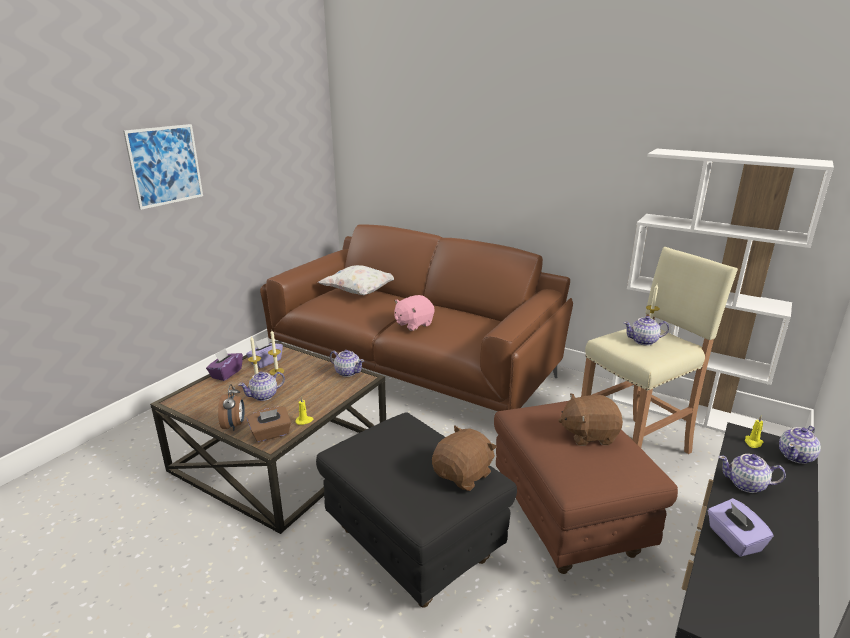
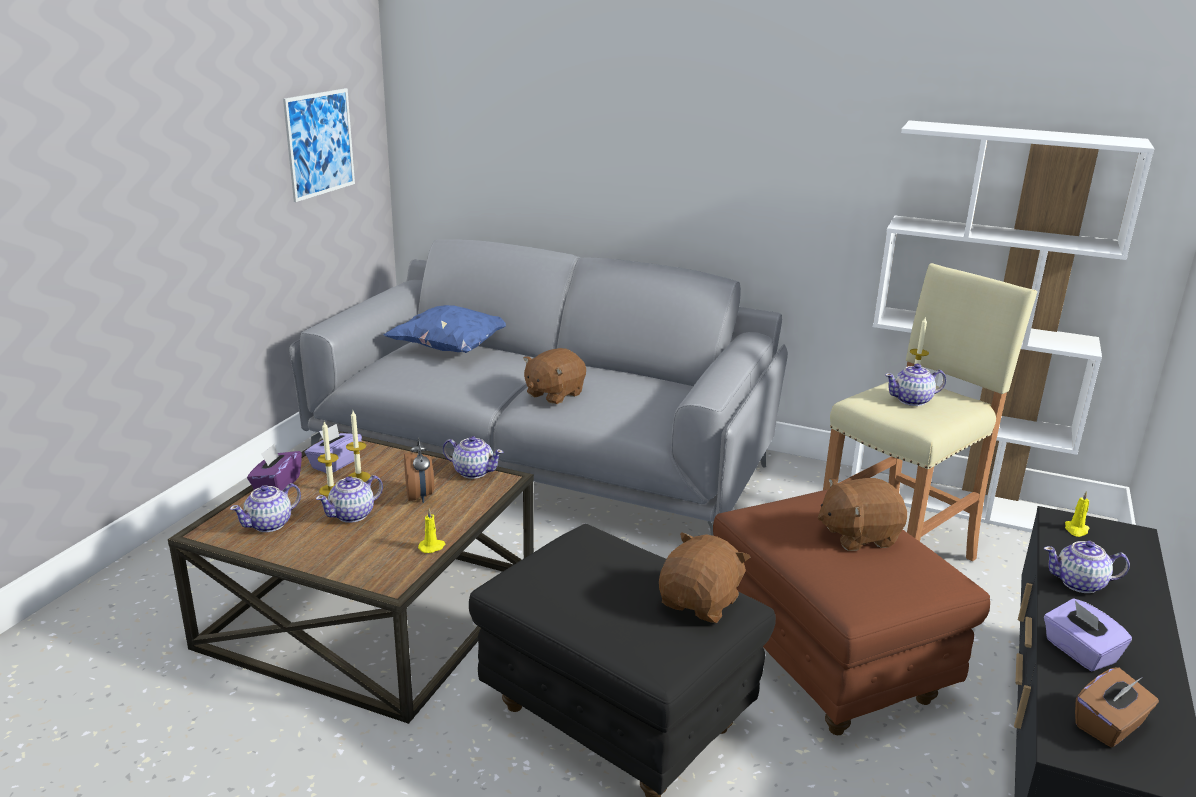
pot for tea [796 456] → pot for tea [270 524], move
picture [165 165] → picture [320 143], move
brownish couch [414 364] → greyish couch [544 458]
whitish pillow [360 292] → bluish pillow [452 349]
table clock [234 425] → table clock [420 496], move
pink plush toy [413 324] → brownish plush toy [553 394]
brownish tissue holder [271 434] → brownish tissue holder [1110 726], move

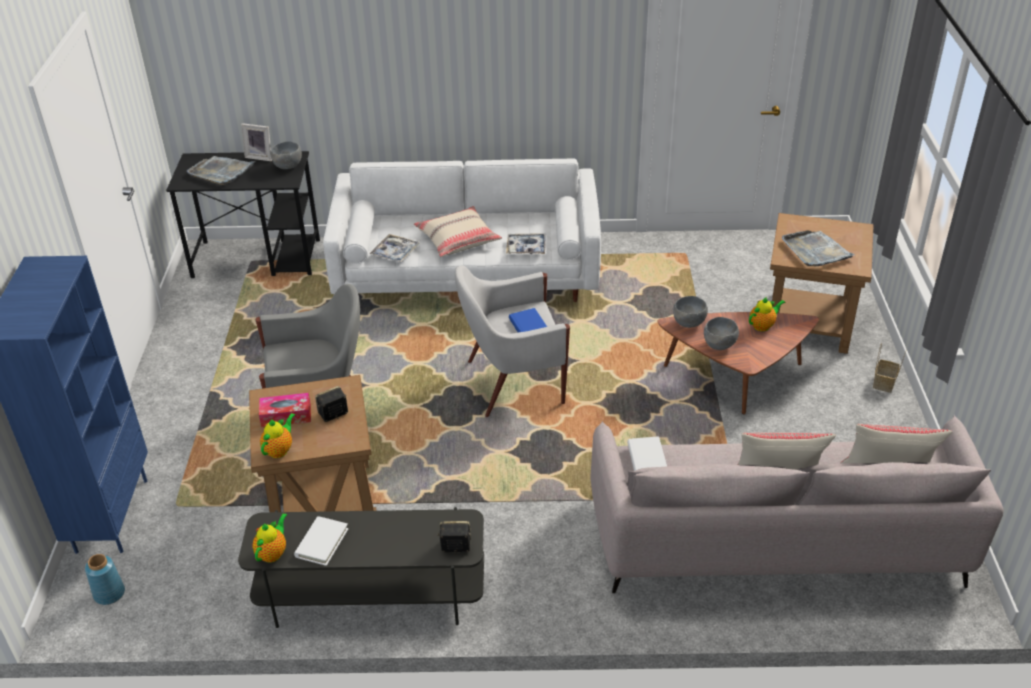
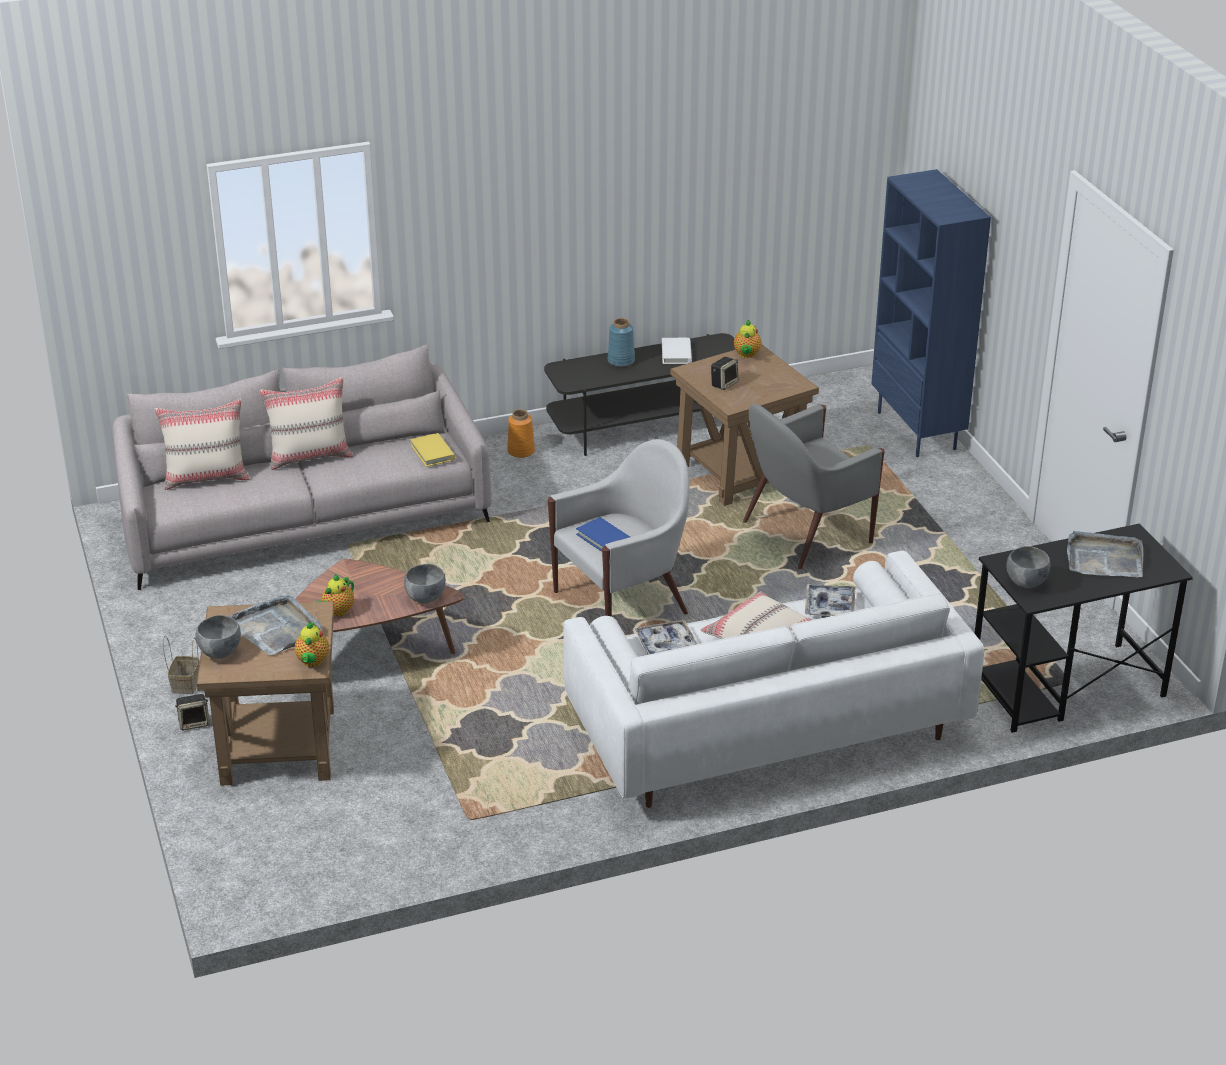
loudspeaker [455 547] → loudspeaker [194 723], move
greyish deep dish [720 345] → greyish deep dish [220 652], move
pot for tea [273 553] → pot for tea [312 662], move
whitish bound book [646 459] → yellowish bound book [432 452]
- → orange decorative vase [520 451]
bluish decorative vase [109 593] → bluish decorative vase [621 361], move
standing frame [260 156] → -
tissue holder [286 416] → -

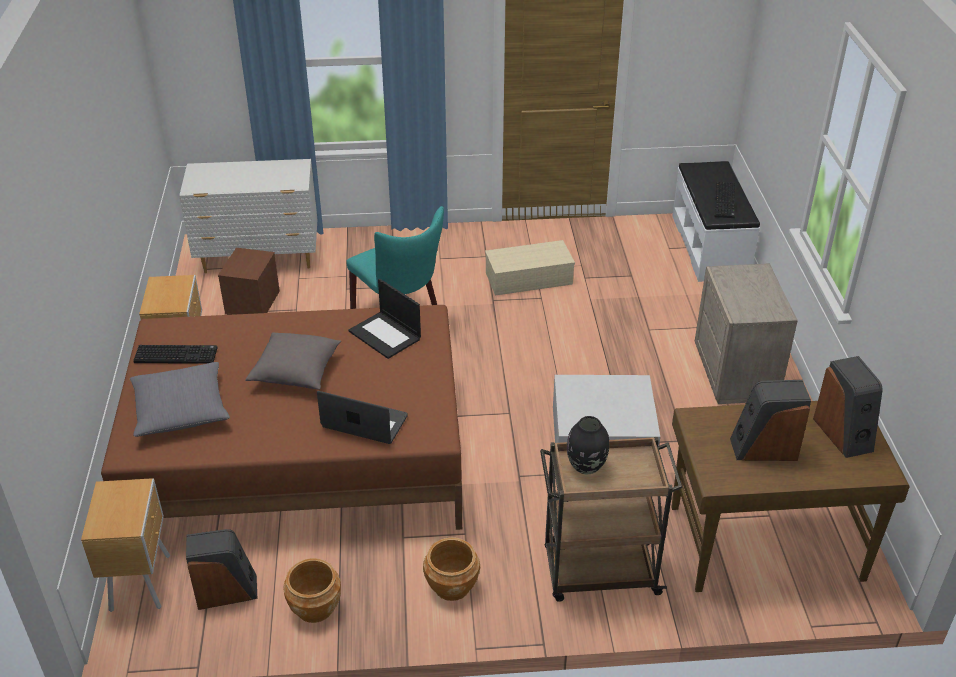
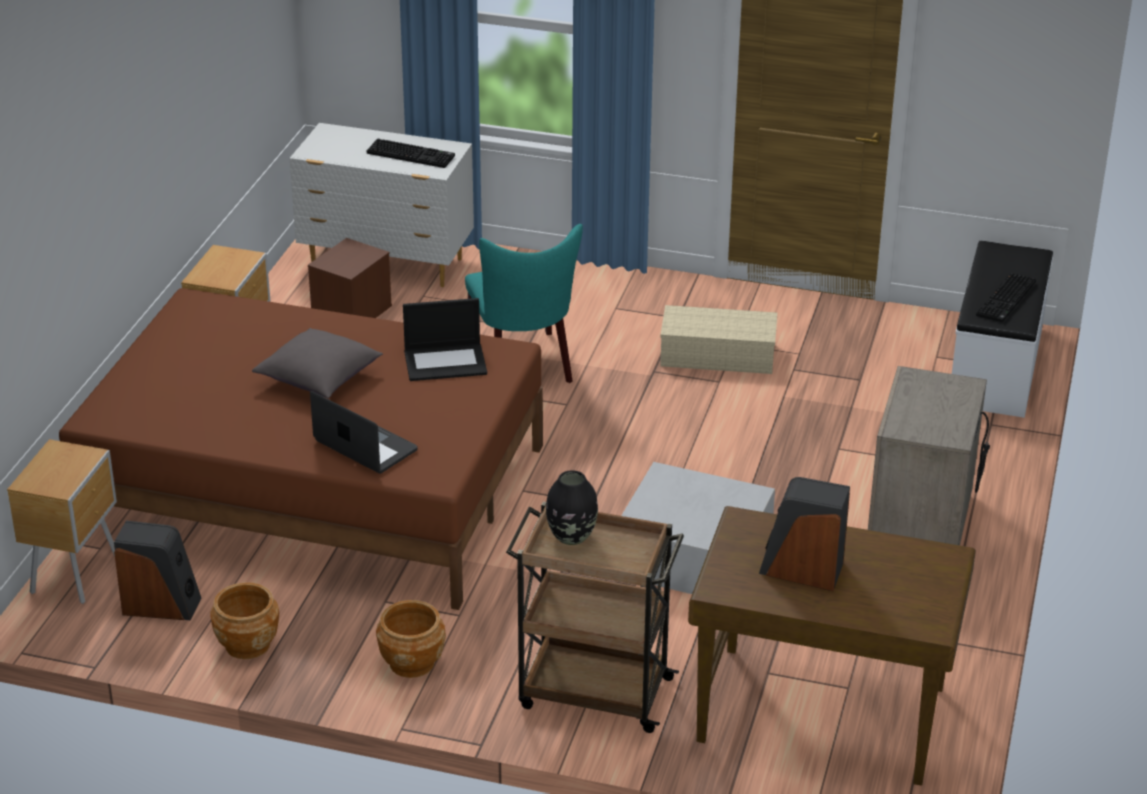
PC keyboard [177 354] → PC keyboard [412 154], move
notebook computer [386 335] → notebook computer [446 362], 75 degrees counterclockwise
greyish pillow [181 409] → -
loudspeaker [844 434] → -

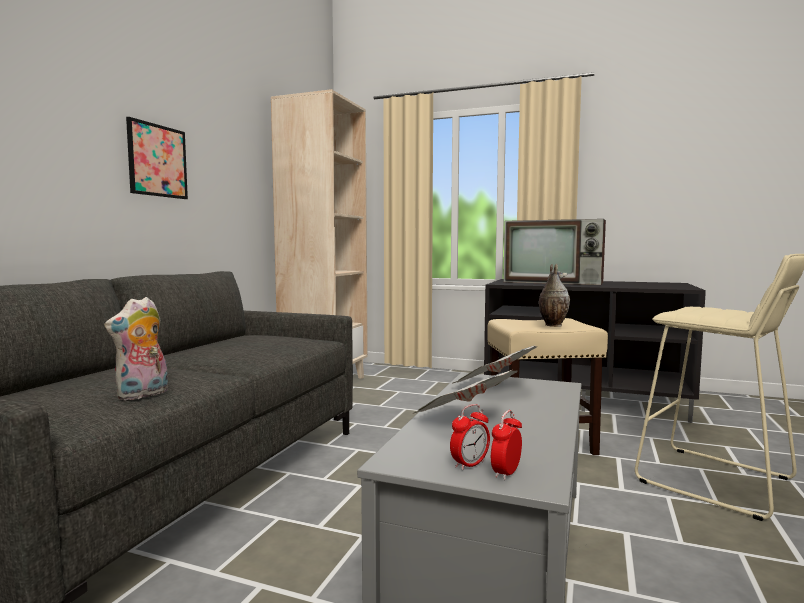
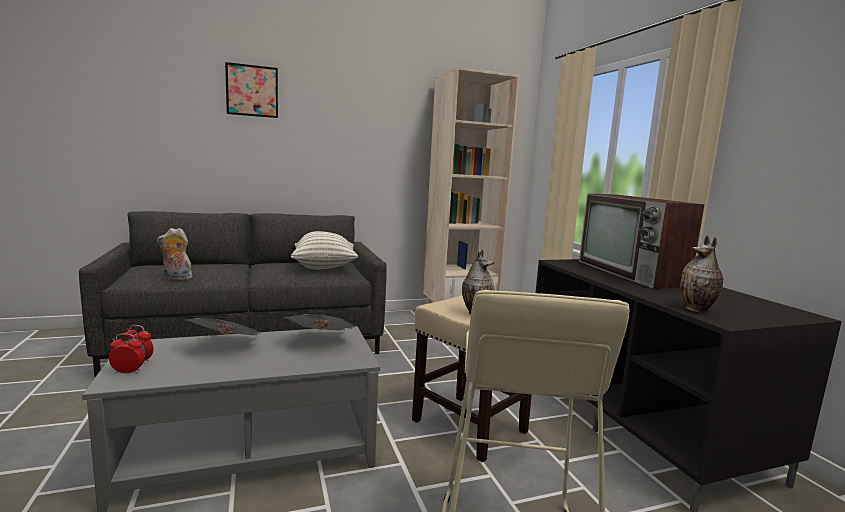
picture [157 160] → picture [252 91], move
- → pillow [324 267]
- → decorative vase [697 310]

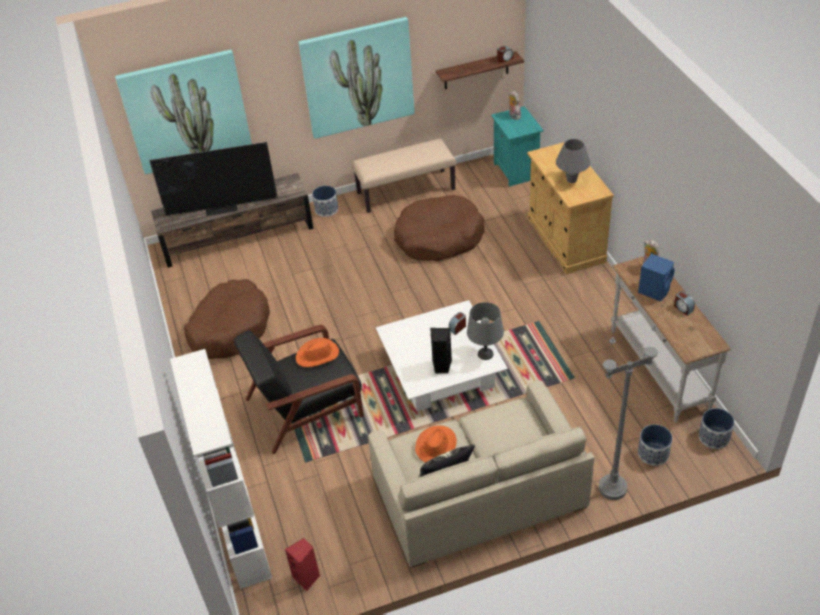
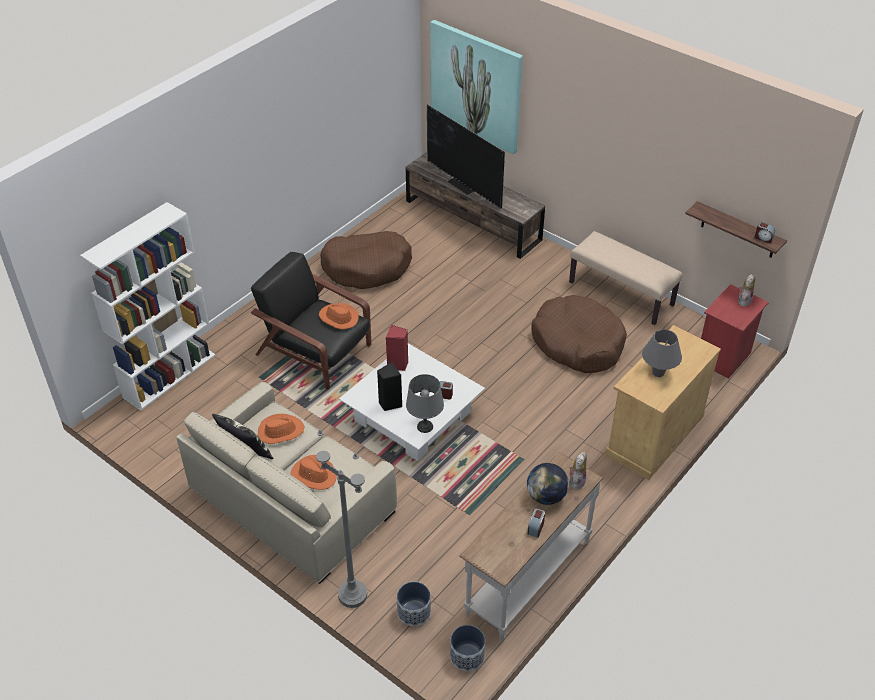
- → orange wearable hat [314 474]
reddish loudspeaker [307 578] → reddish loudspeaker [398 365], move
bluish loudspeaker [654 290] → globe [546 496]
turquoise bedside table [517 171] → reddish bedside table [724 358]
picture [357 77] → -
flower pot [326 209] → -

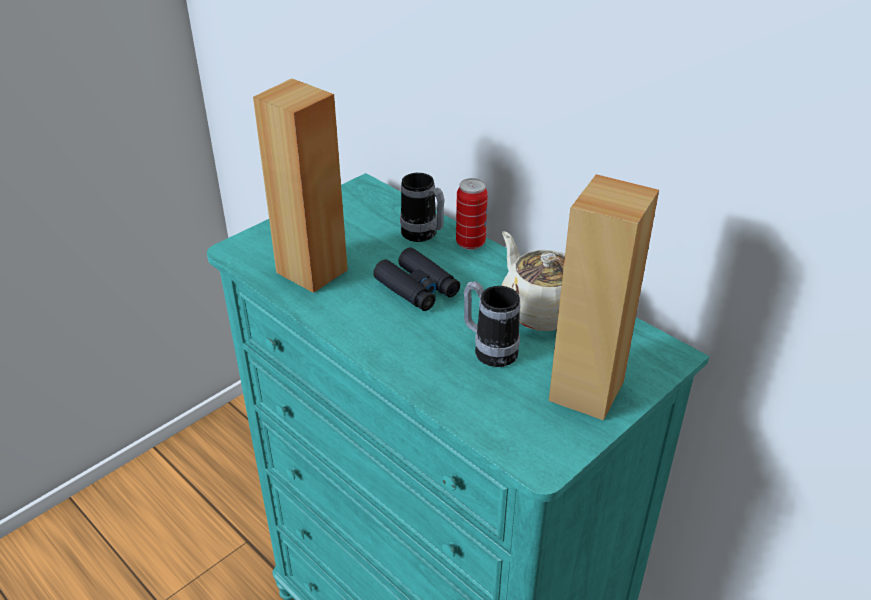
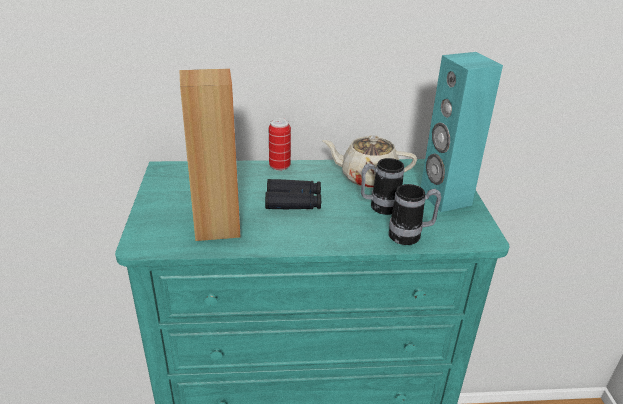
tea mug [423 236] → tea mug [411 236], move
brownish loudspeaker [585 390] → turquoise loudspeaker [444 198]

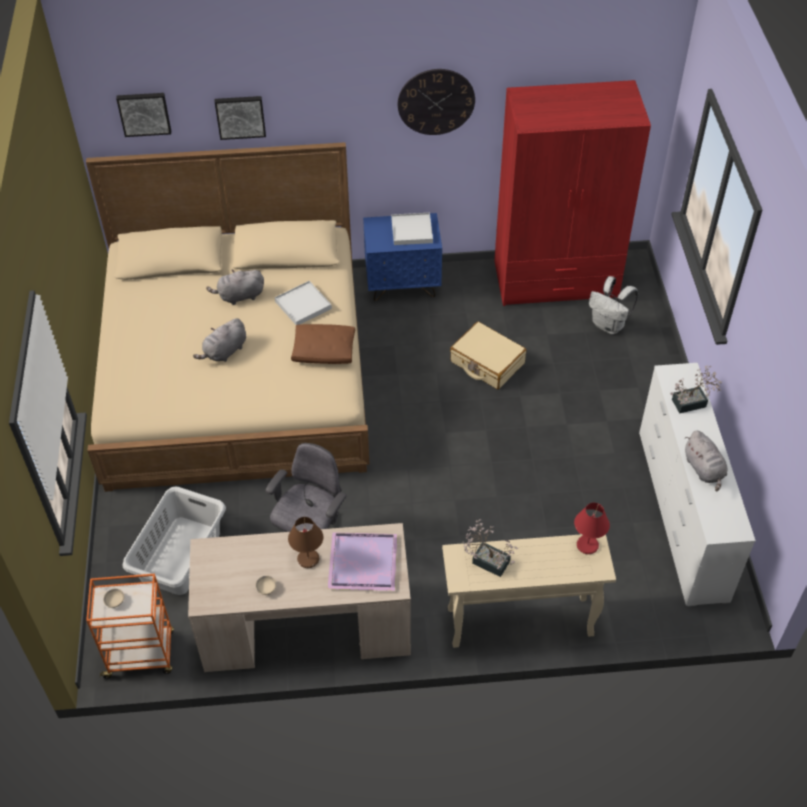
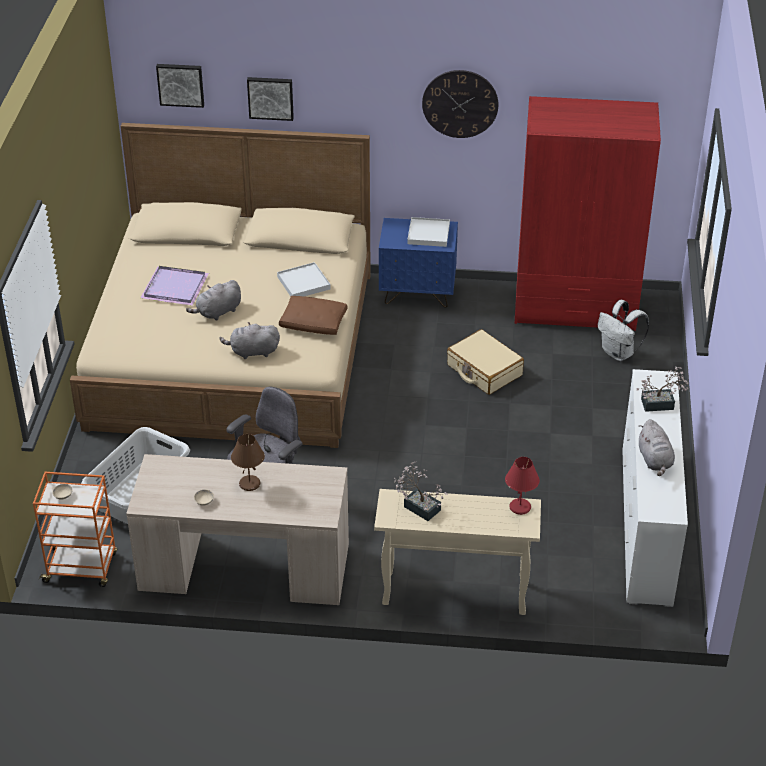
purplish tray [361 563] → purplish tray [173 288], move
greyish plush toy [239 296] → greyish plush toy [252 352], move

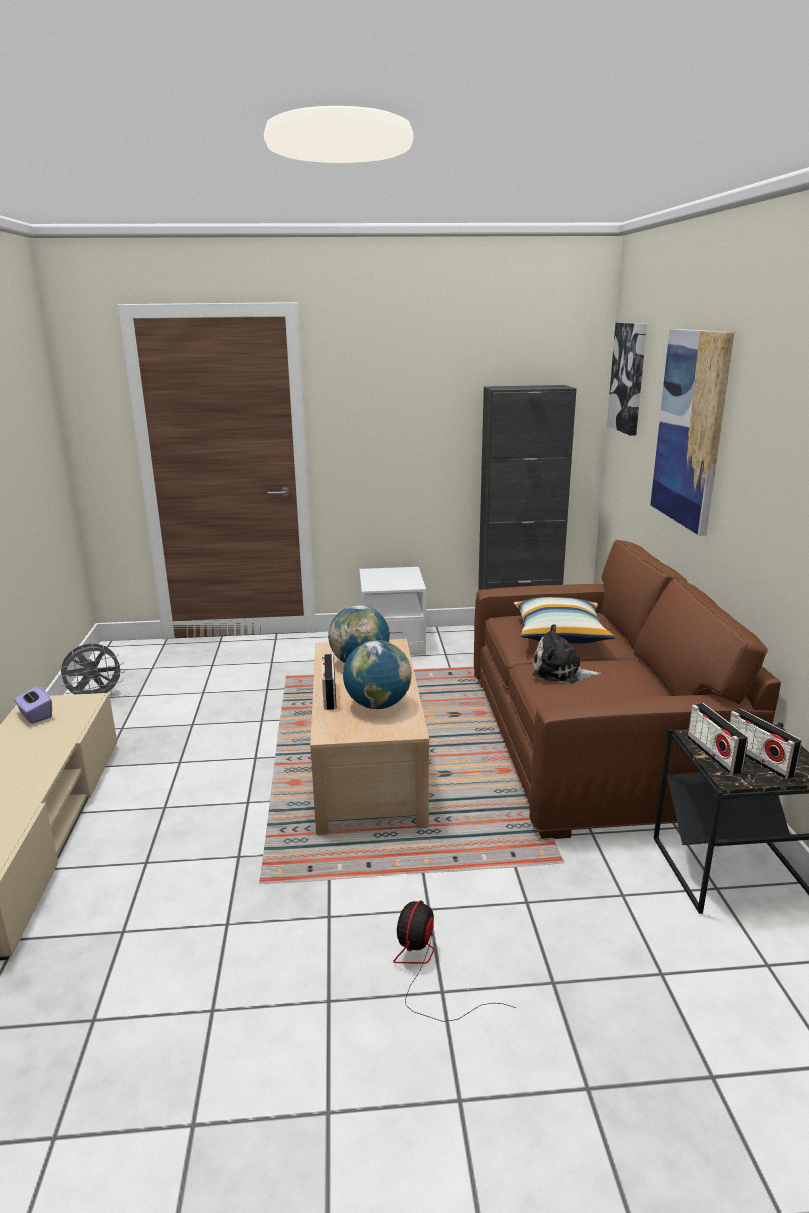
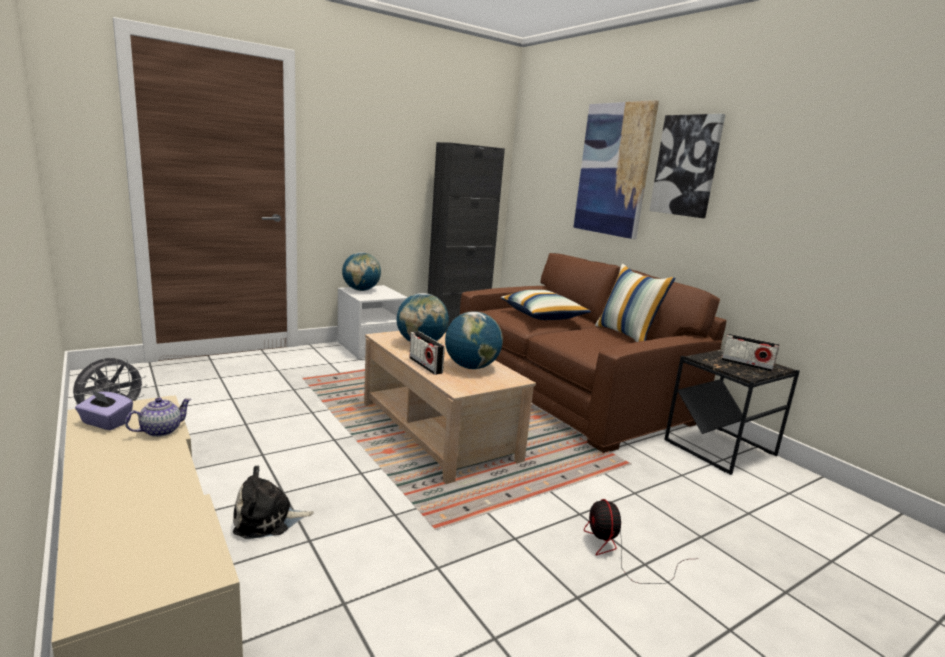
- → pot for tea [160 431]
plush toy [560 672] → plush toy [268 520], move
- → globe [361 290]
- → pillow [627 335]
picture [629 378] → picture [686 166], move
radio receiver [713 755] → -

